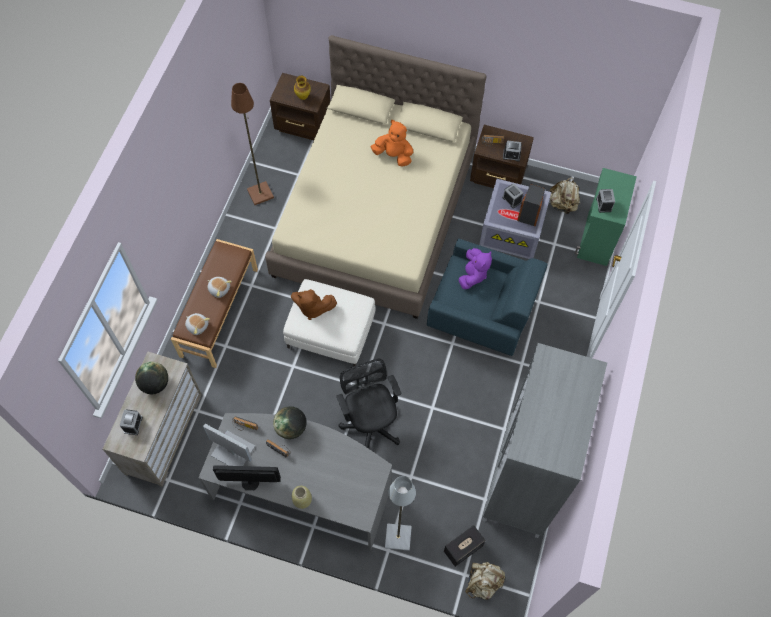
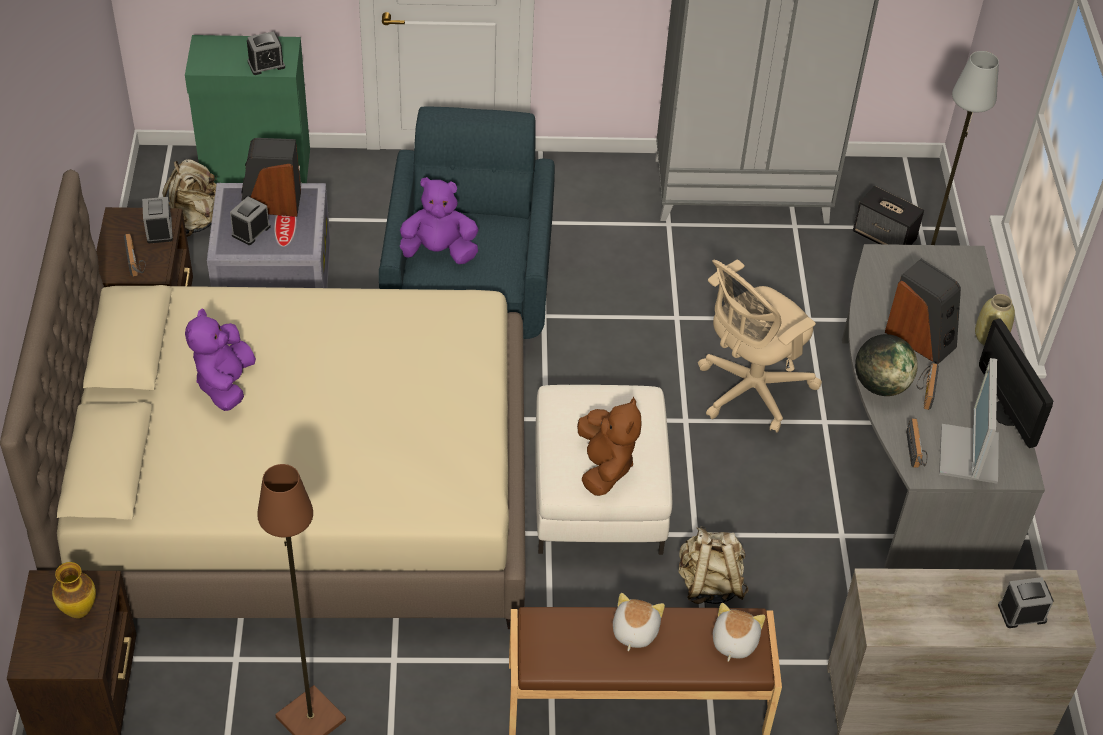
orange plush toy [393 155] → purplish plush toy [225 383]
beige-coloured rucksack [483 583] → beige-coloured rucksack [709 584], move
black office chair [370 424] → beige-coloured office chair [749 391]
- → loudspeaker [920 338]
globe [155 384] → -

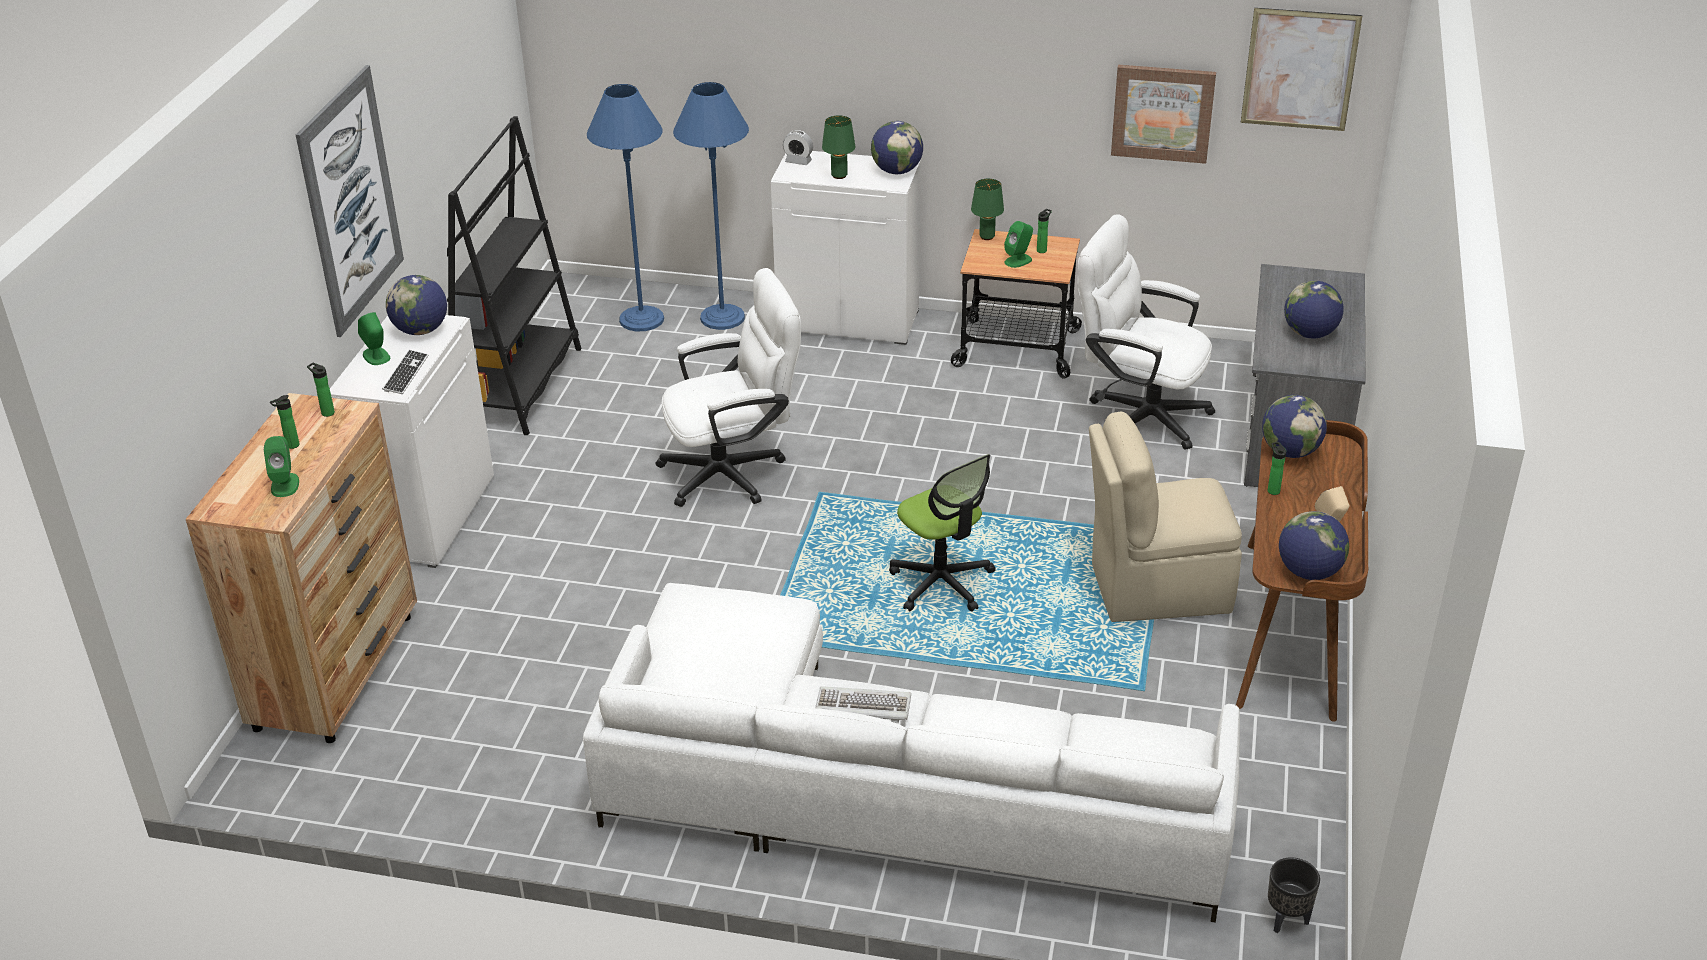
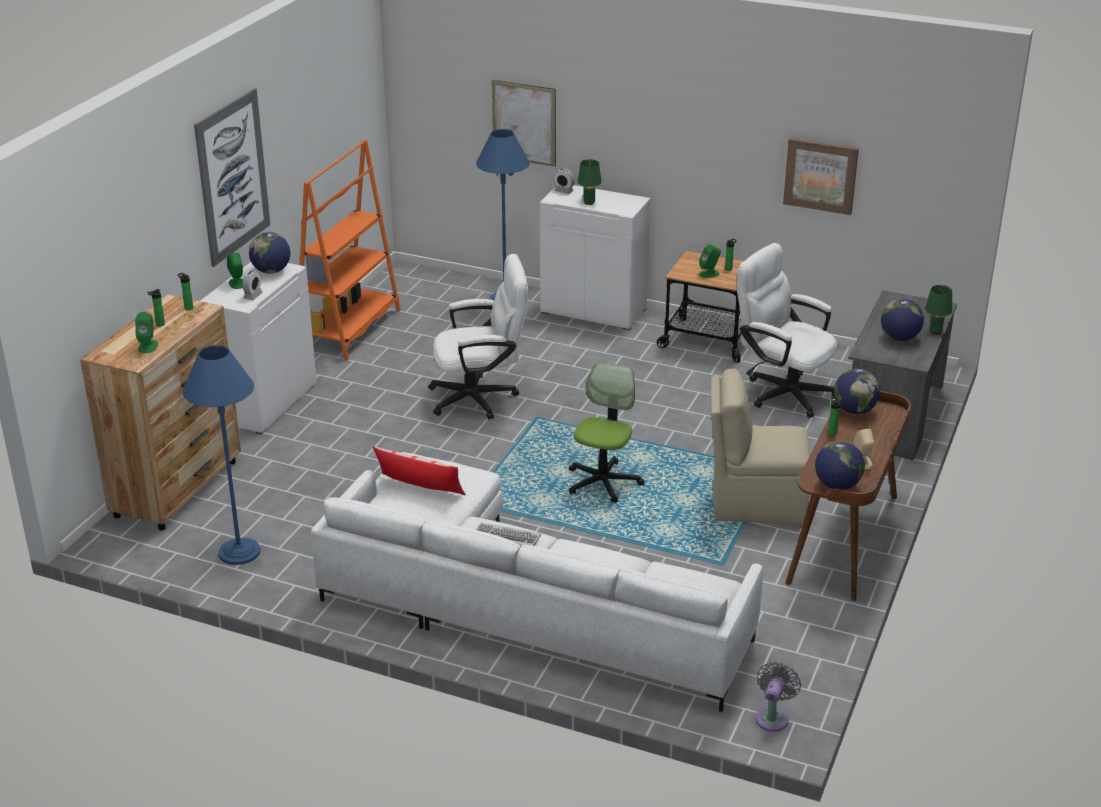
bluish floor lamp [641 319] → bluish floor lamp [239 552], move
PC keyboard [406 373] → table clock [253 295]
black shelving unit [517 387] → orange shelving unit [349 330]
- → pillow [420 488]
picture [1300 69] → picture [524 123], move
office chair [941 583] → office chair [603 482], 135 degrees counterclockwise
black flower pot [1286 920] → greyish cooling fan [773 717]
green table lamp [987 237] → green table lamp [935 332], move
globe [896 171] → -

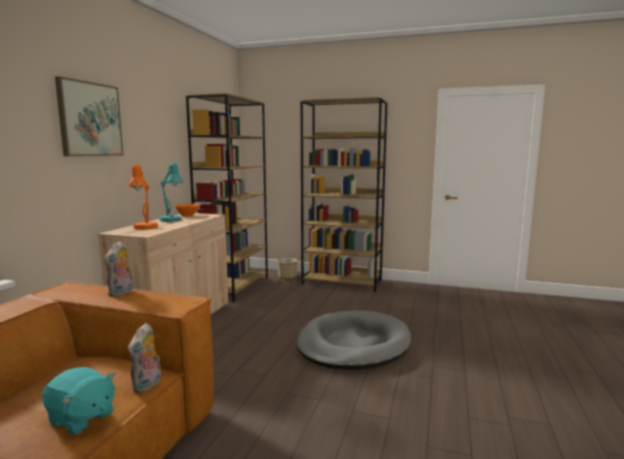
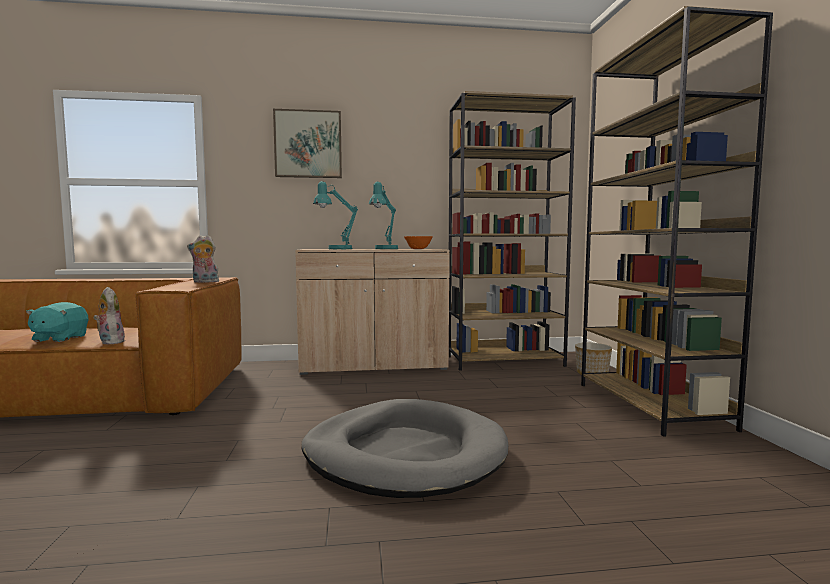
plush toy [147 385] → plush toy [110 342], 60 degrees clockwise
orange table lamp [144 228] → turquoise table lamp [335 249]

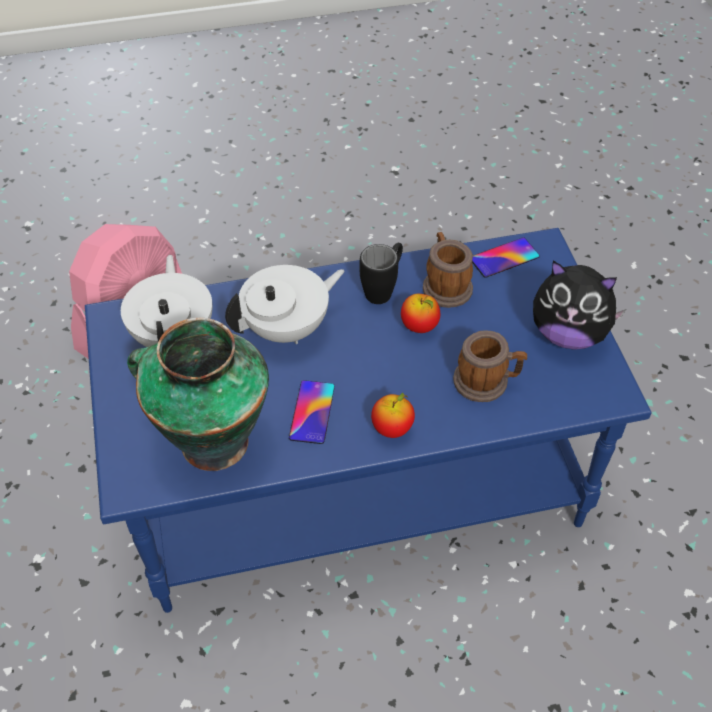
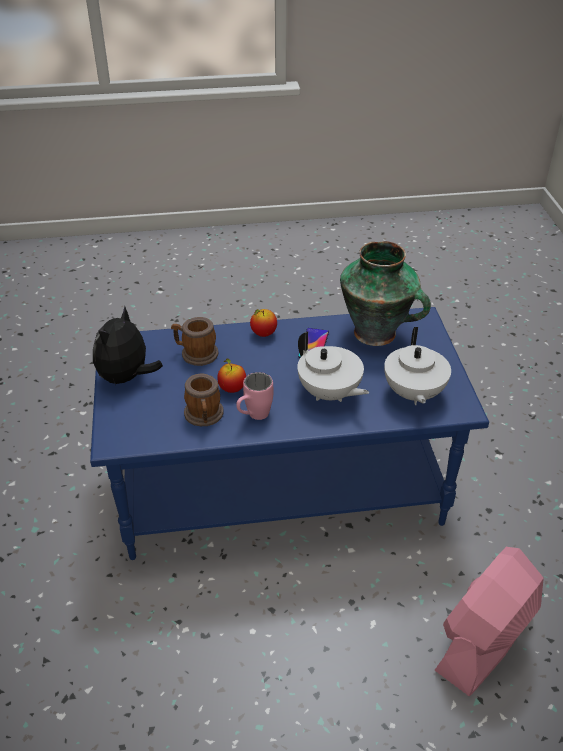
plush toy [568 334] → plush toy [126 378], 90 degrees counterclockwise
black tea mug [383 289] → pink tea mug [253 416]
whitish pot for tea [288 328] → whitish pot for tea [329 393], 105 degrees counterclockwise
telephone [504 258] → -

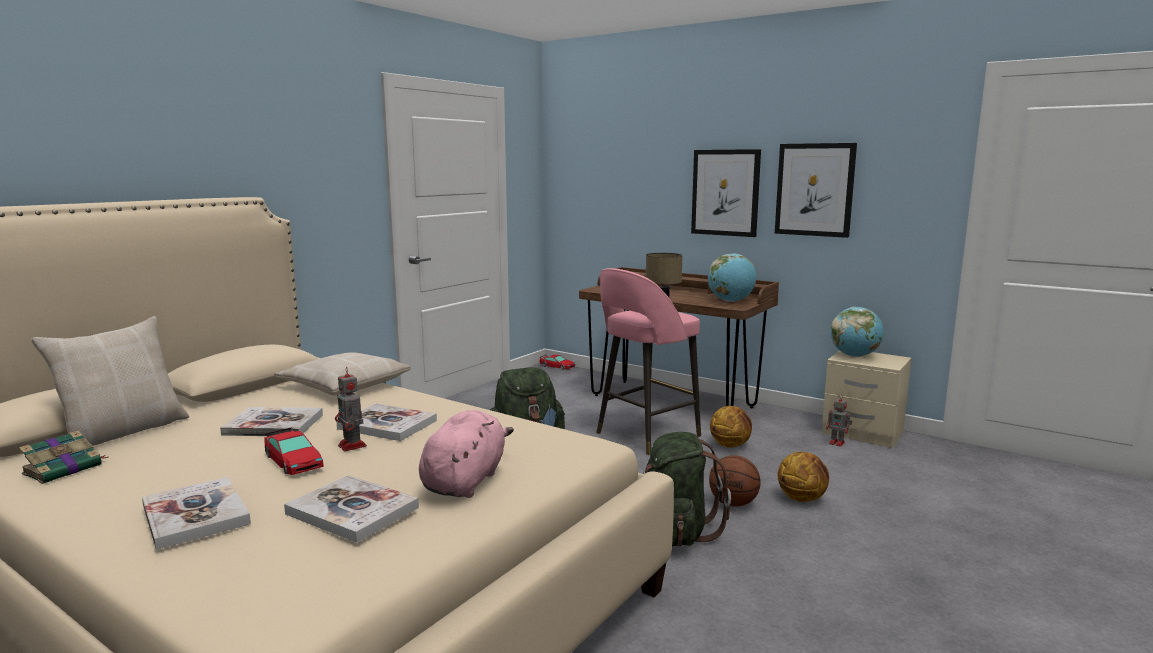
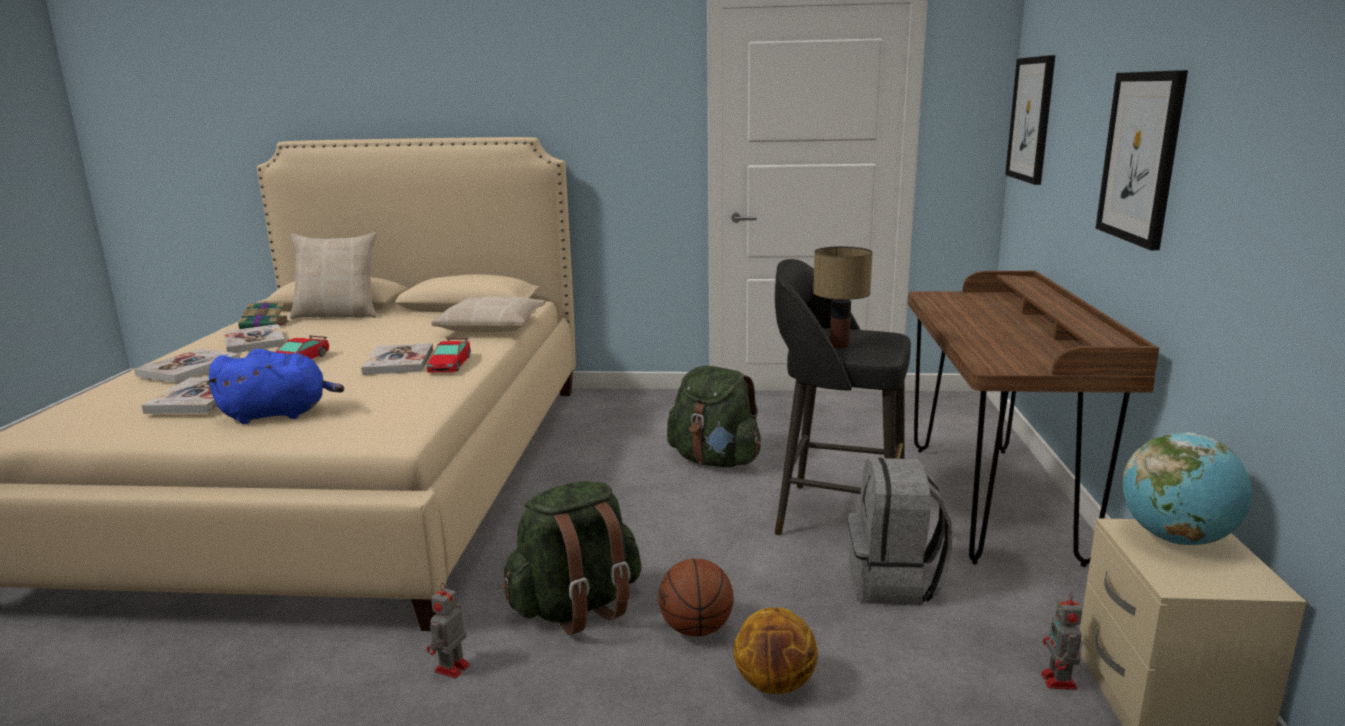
pink plush toy [465 481] → bluish plush toy [279 414]
bound book [274 425] → bound book [254 341], move
model car [557 366] → model car [449 364], move
model robot [352 446] → model robot [451 669], move
pink stool [645 435] → black stool [836 516]
basketball ball [730 445] → greyish rucksack [894 582]
picture [814 190] → picture [1031 119], move
globe [730 301] → -

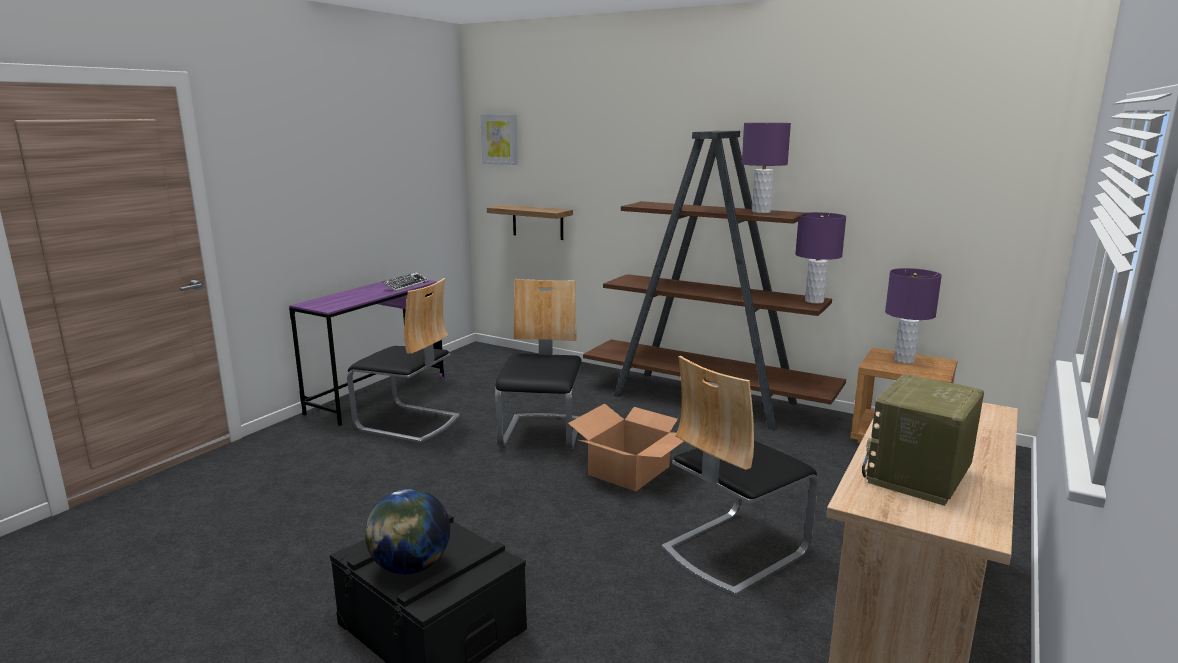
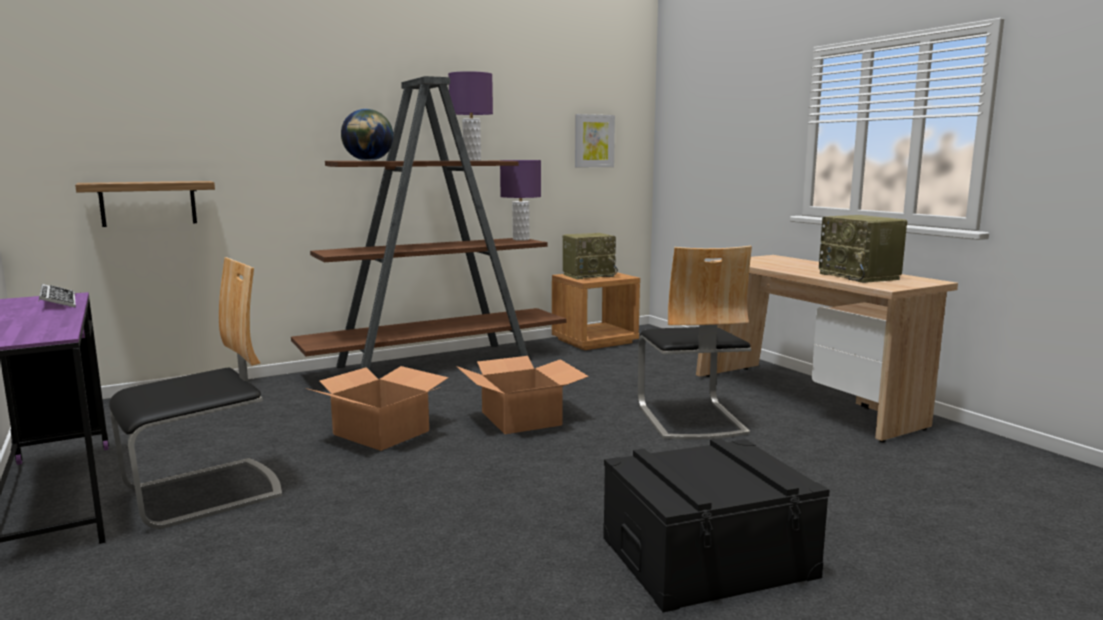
plain chair [542 433] → cardboard box [382 432]
globe [410 566] → globe [368 160], move
purplish table lamp [904 360] → radio receiver [589 275]
picture [500 139] → picture [594 141], move

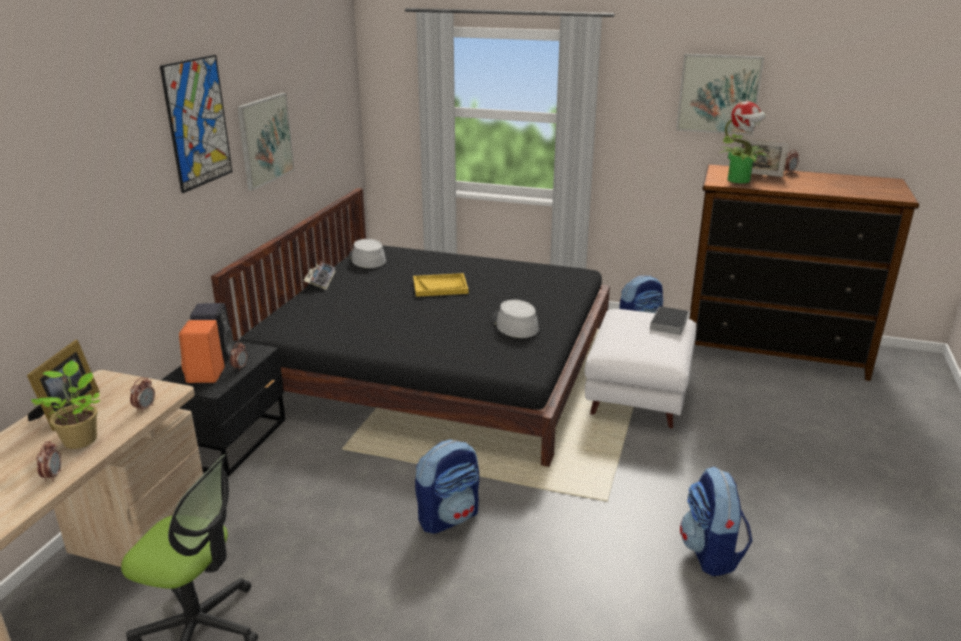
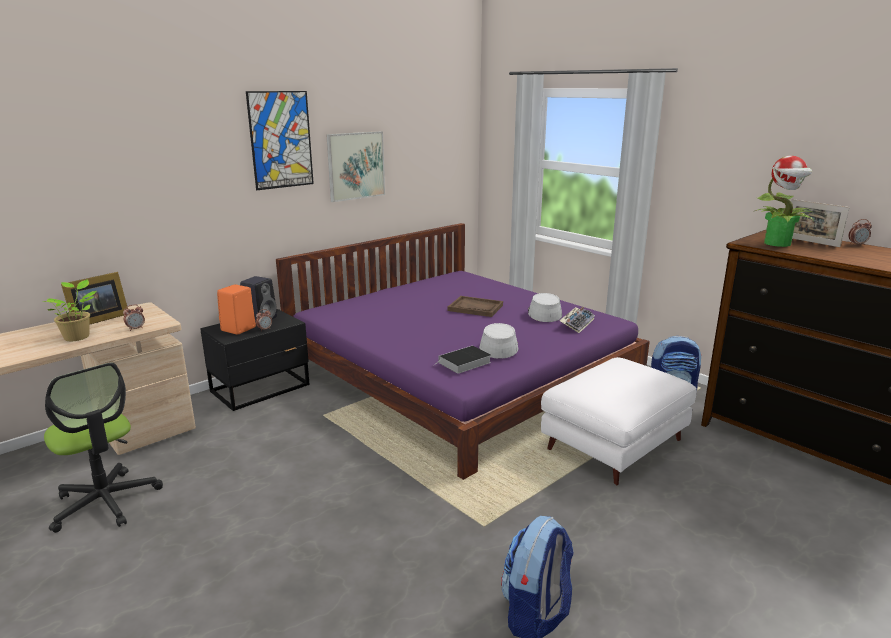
black bedroom bed [437 362] → purplish bedroom bed [460 373]
bound book [669 324] → bound book [464 363], move
yellowish tray [440 286] → brownish tray [475 308]
greyish wearable hat [366 259] → greyish wearable hat [544 313], move
PC keyboard [320 279] → PC keyboard [577 323], move
table clock [53 476] → -
rucksack [449 517] → -
picture [718 94] → -

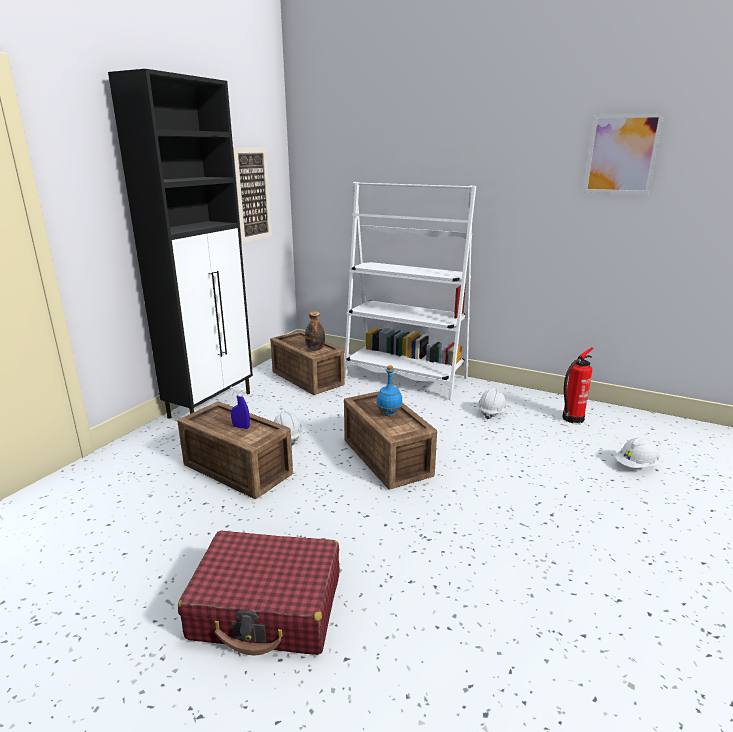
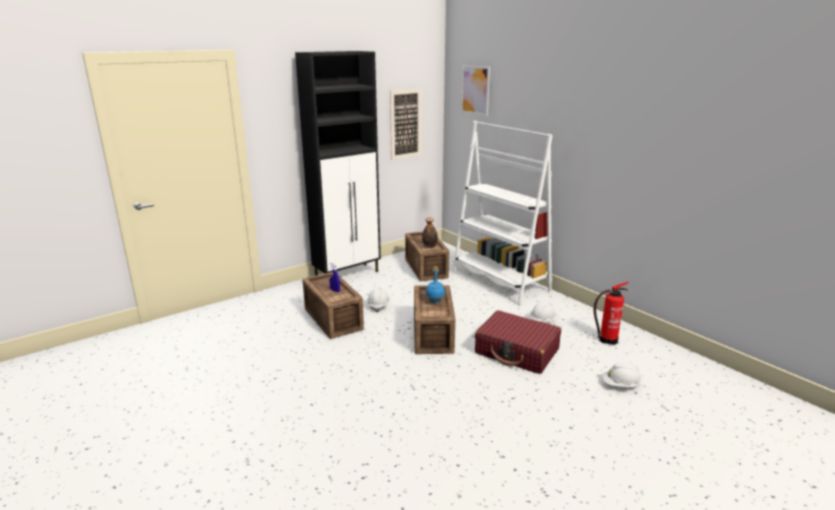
picture [621 154] → picture [475 90], move
reddish suitcase [267 607] → reddish suitcase [517 351], move

